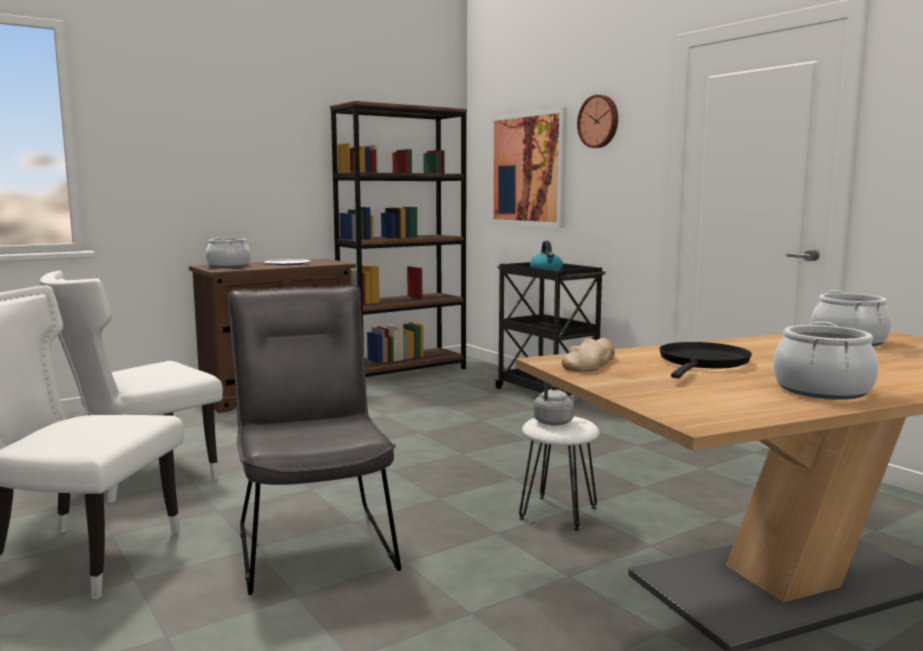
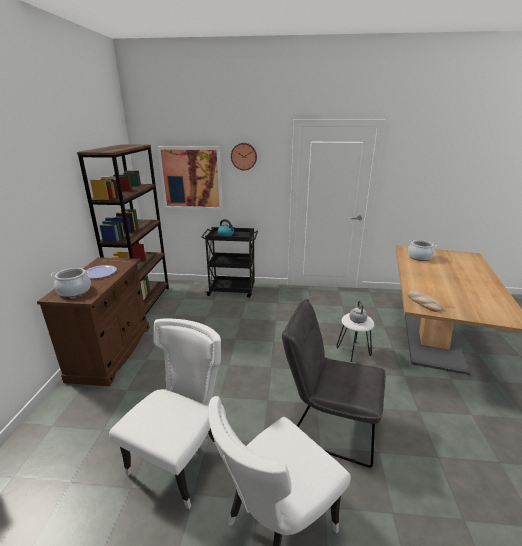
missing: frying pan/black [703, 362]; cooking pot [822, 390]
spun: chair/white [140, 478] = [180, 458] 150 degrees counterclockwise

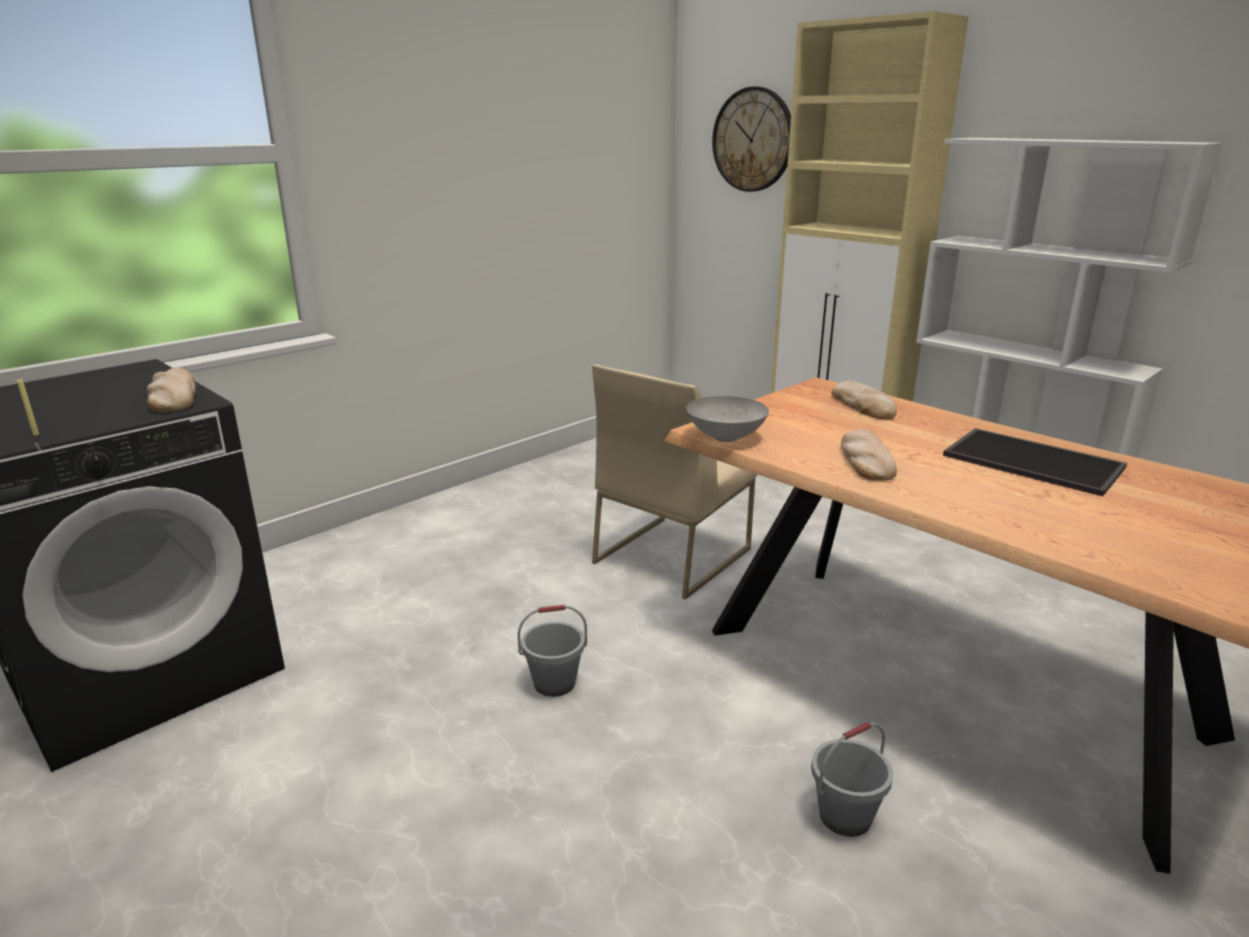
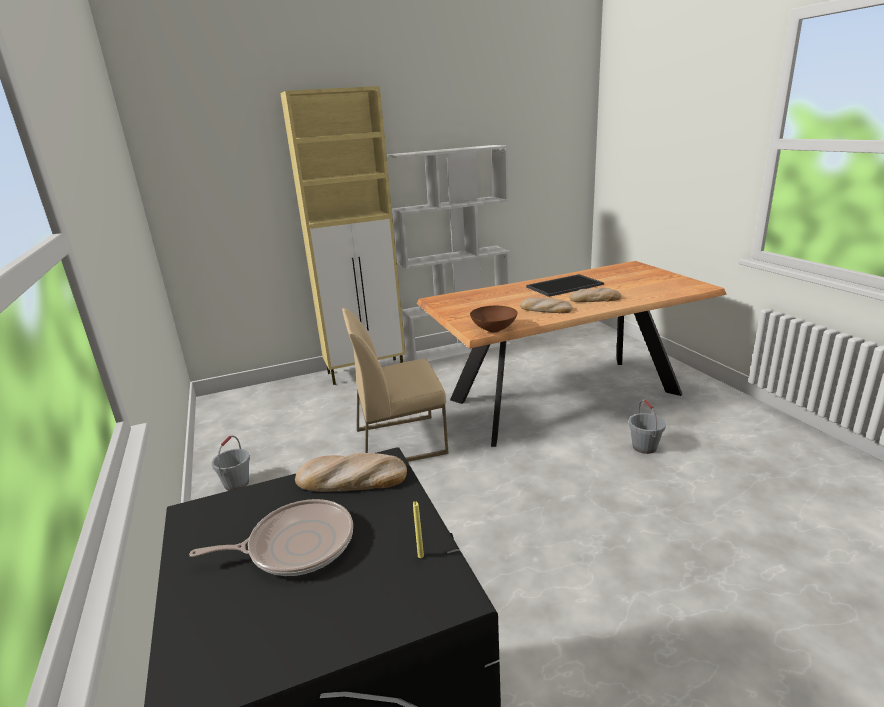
missing: wall clock [753, 140]
appeared: frying pan [296, 545]
relocated: bucket/grey [554, 683] to [236, 483]; bread [864, 406] to [595, 299]
colour: bowl/grey [726, 437] to bowl/brown [493, 329]
spun: chair/beige [672, 555] = [401, 441] 105 degrees clockwise

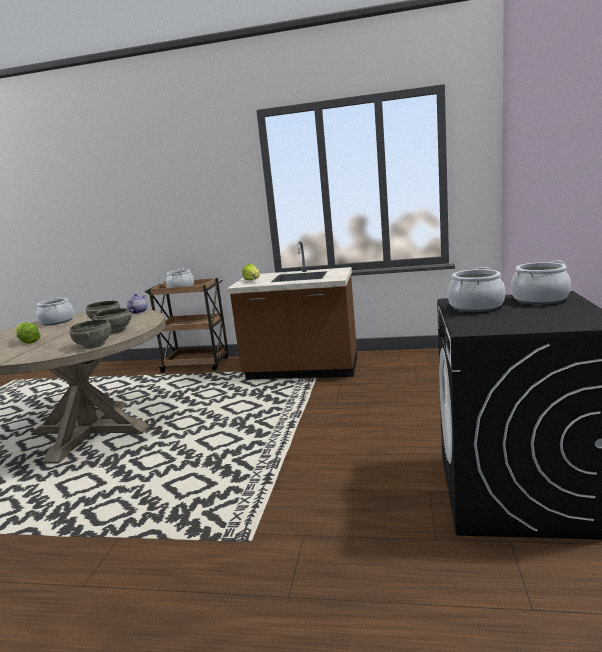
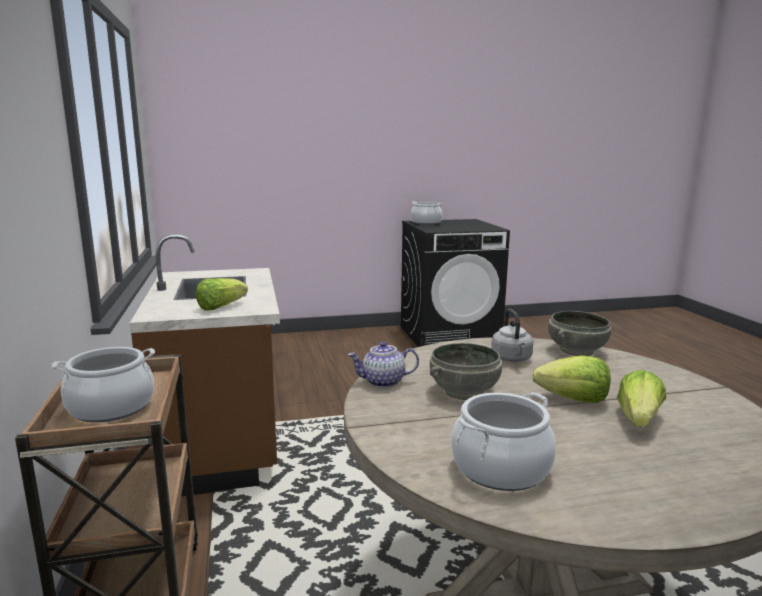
missing: cooking pot [475, 307]
appeared: lettuce [574, 399]
exchanged: bowl/grey [114, 331] to kettle/grey [512, 359]

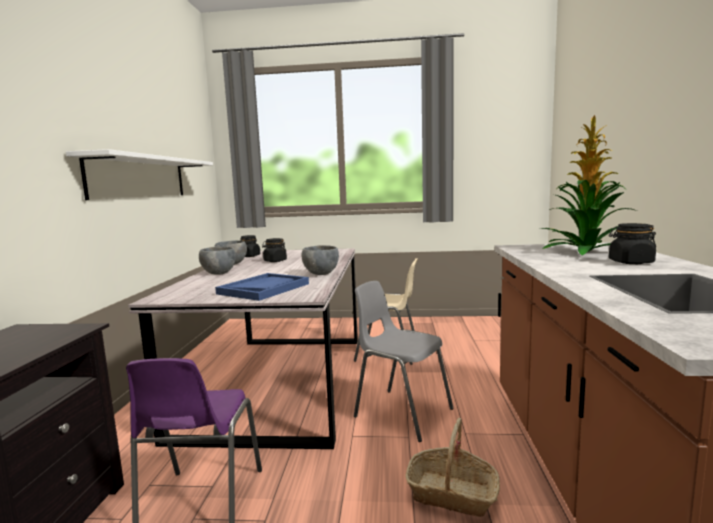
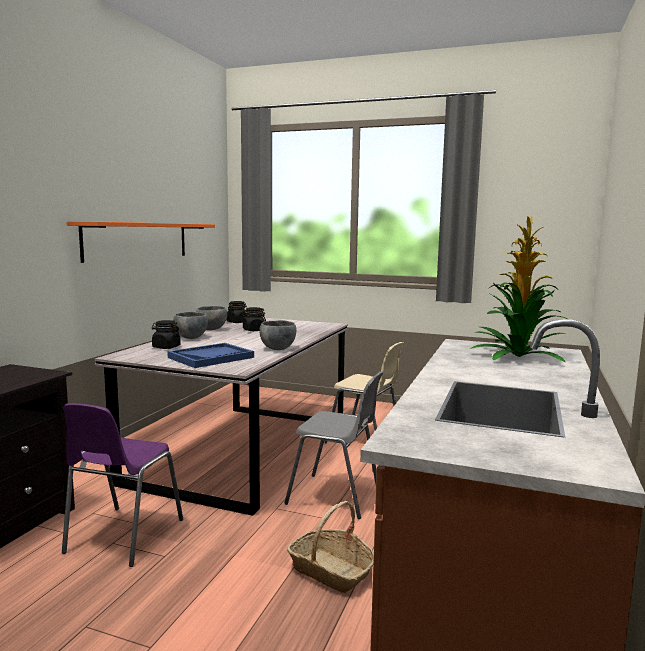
relocated: jar/black [630, 262] to [166, 347]
colour: shelf/white [140, 178] to shelf/orange [138, 240]
spun: chair/grey [401, 412] = [336, 497] 150 degrees clockwise

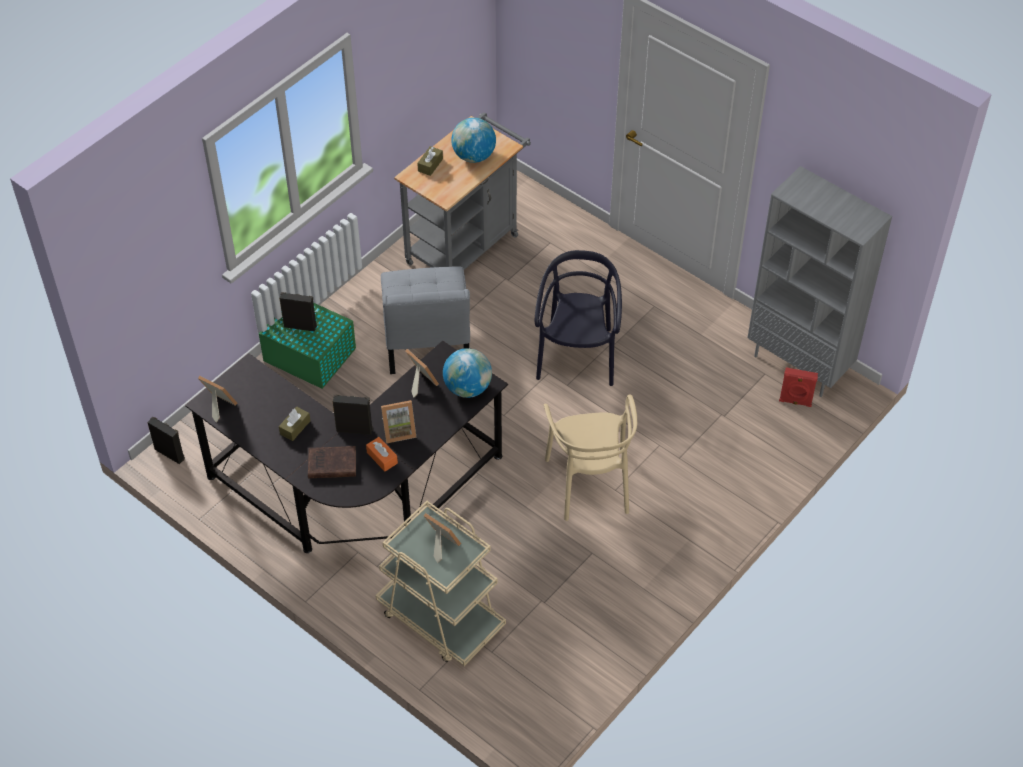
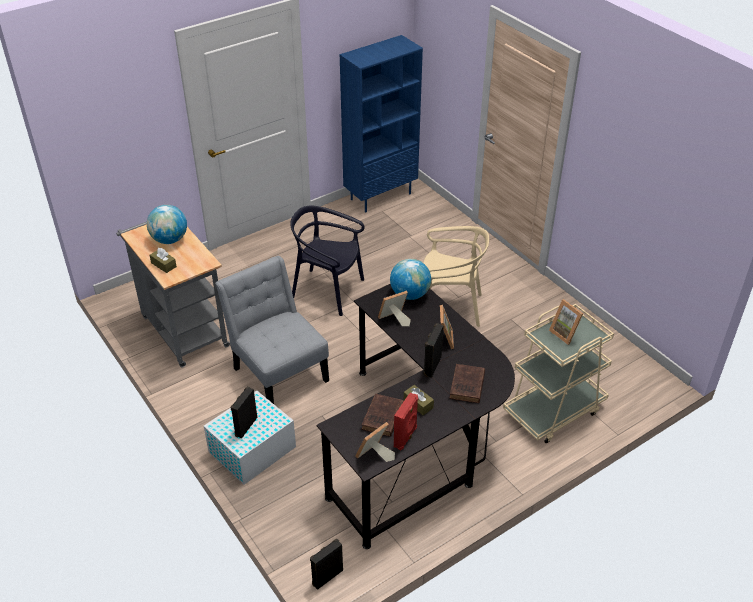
missing: tissue box/orange [382, 458]
appeared: book/brown [382, 418]
relocated: speaker/red [795, 402] to [406, 437]
colour: storage box/green [309, 354] to storage box/white [251, 450]; bookcase/grey [799, 364] to bookcase/blue [380, 196]
spun: chair/grey [427, 345] = [278, 371] 135 degrees counterclockwise; picture frame [440, 544] = [565, 333] 90 degrees counterclockwise

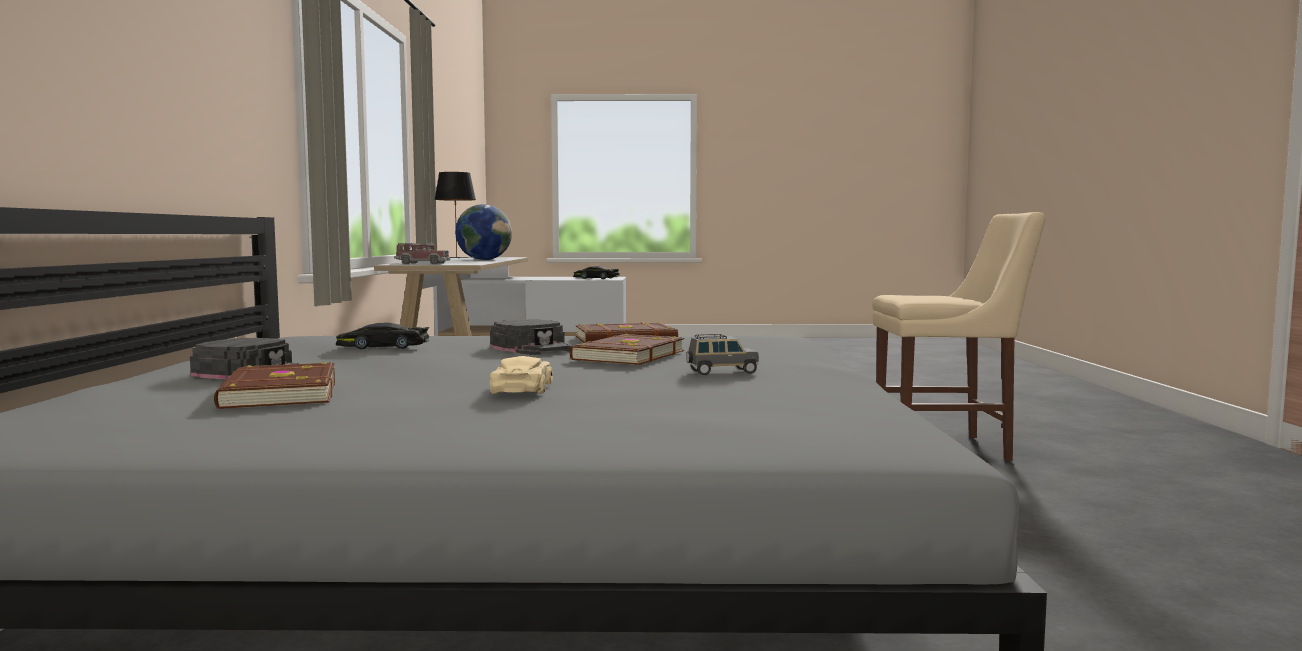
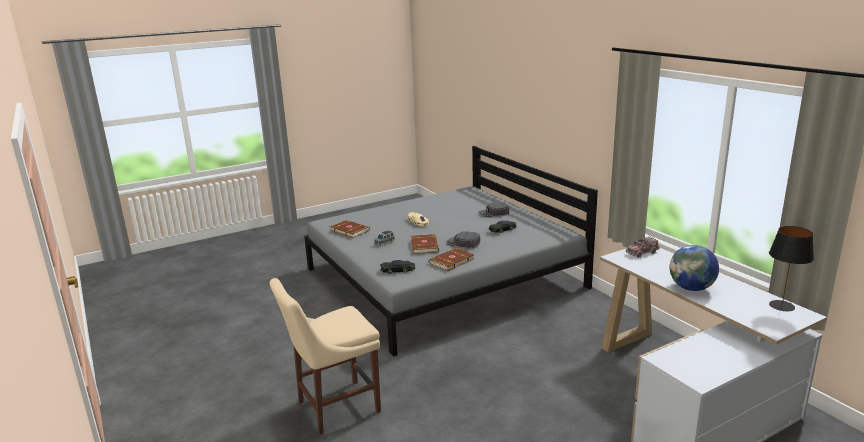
relocated: book/brown [277, 393] to [350, 230]; toy car/black [596, 278] to [398, 270]

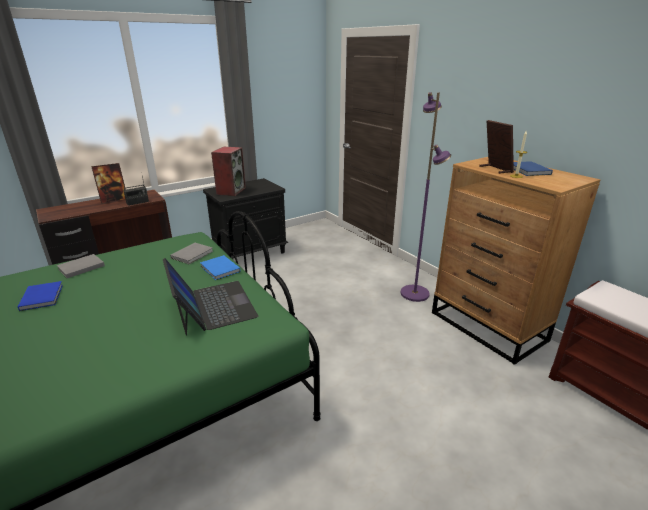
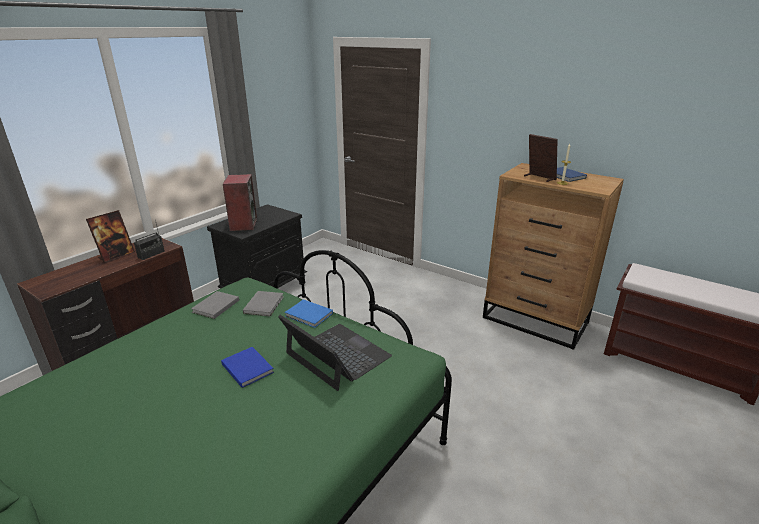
missing: floor lamp/purple [415, 293]
relocated: book/grey [80, 267] to [214, 306]; book/blue [43, 296] to [247, 367]

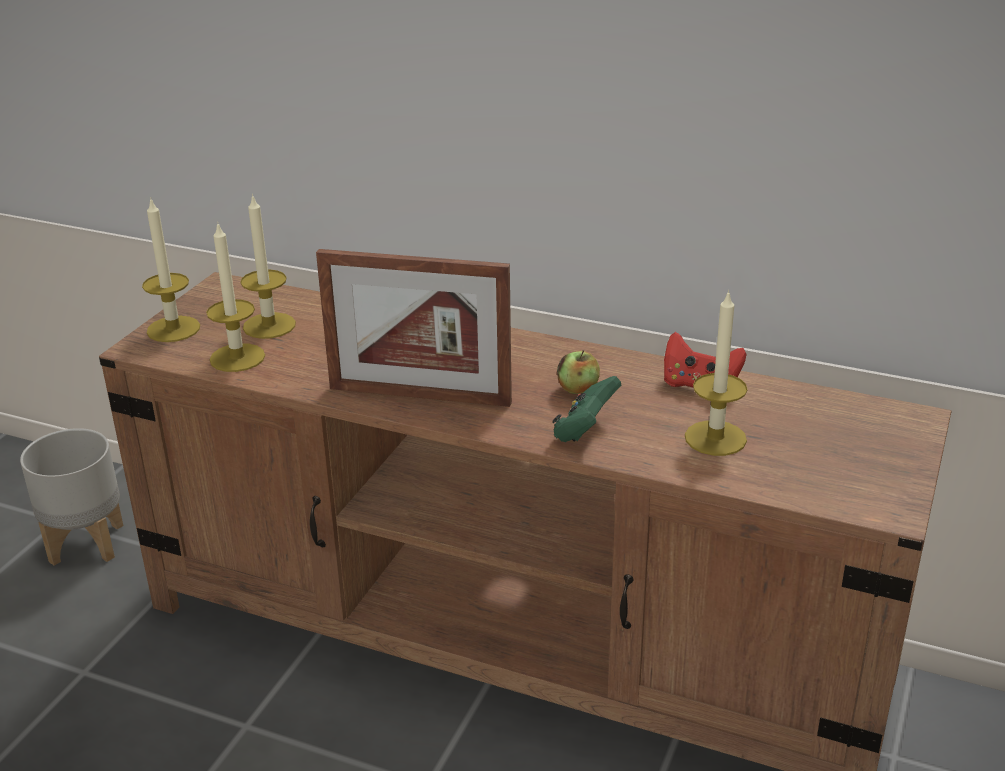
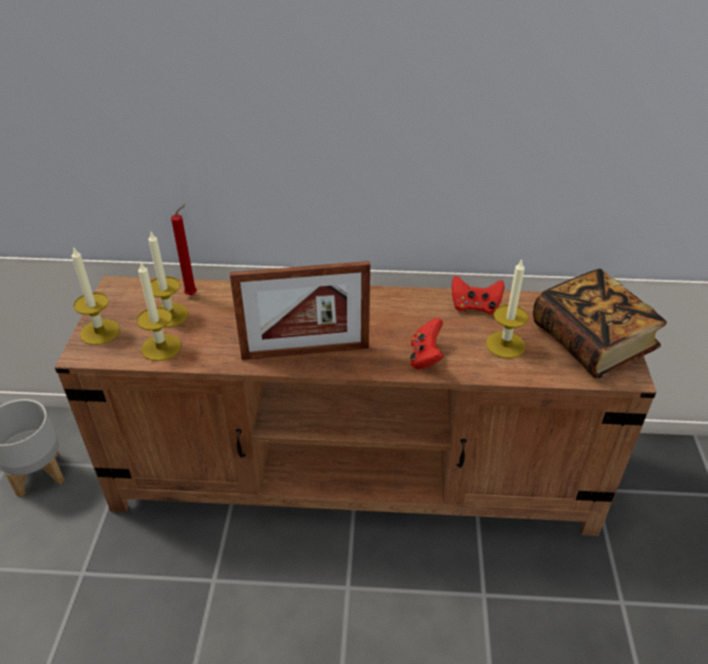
missing: apple [578, 389]
appeared: candle/red [193, 294]; book [591, 341]
colour: game controller/green [585, 431] to game controller/red [425, 357]

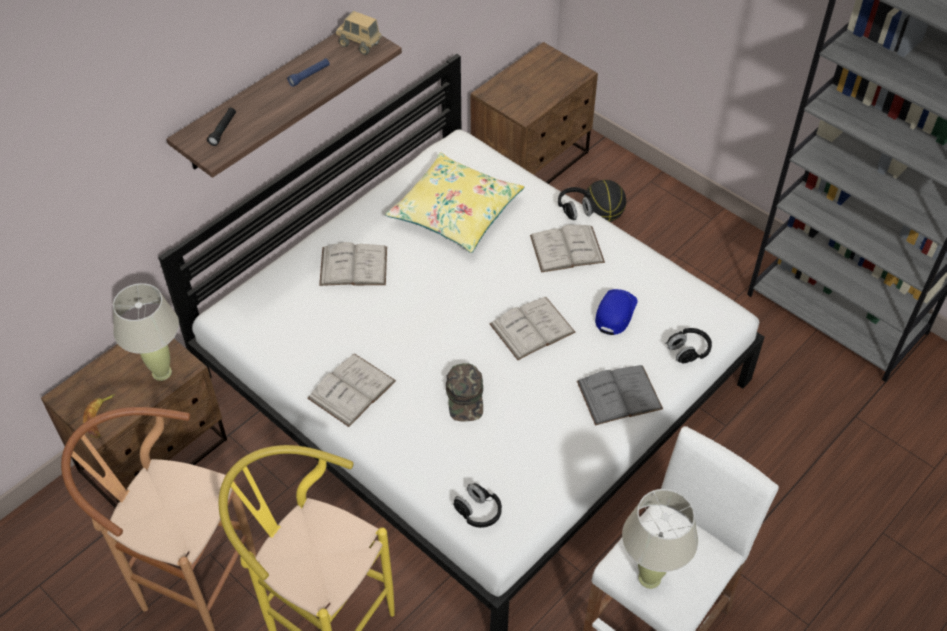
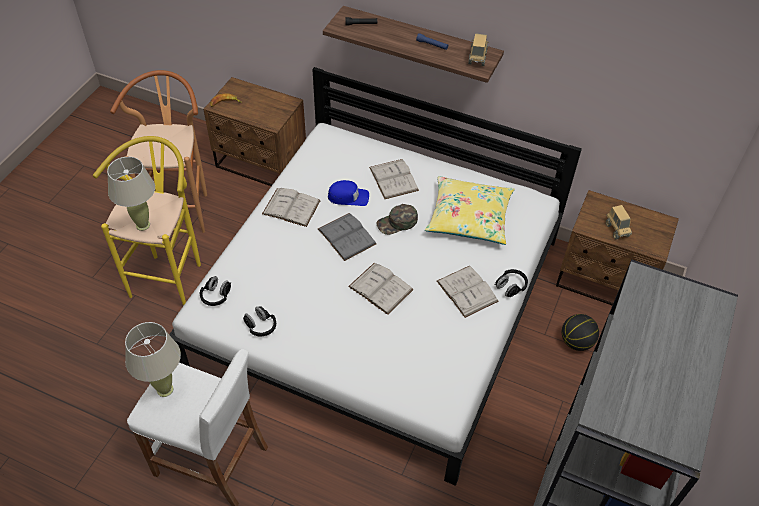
appeared: toy truck [616, 230]
relocated: table lamp/beige [161, 373] to [142, 225]; headphones/black [688, 351] to [261, 326]; book/grey [619, 395] to [347, 236]; cap/blue [615, 312] to [348, 197]; cap/green [465, 397] to [397, 223]

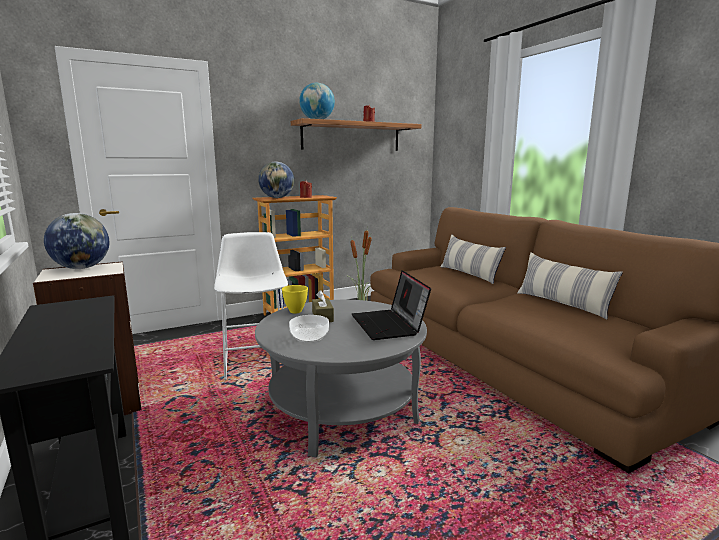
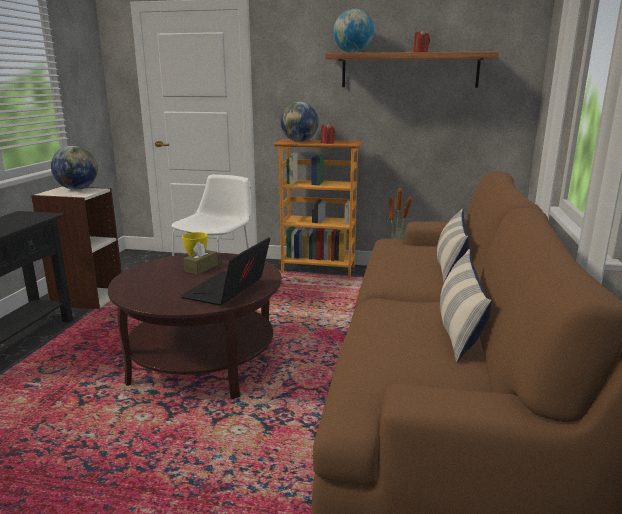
missing: bowl [309, 337]
colour: coffee table/grey [342, 410] to coffee table/brown [203, 362]

